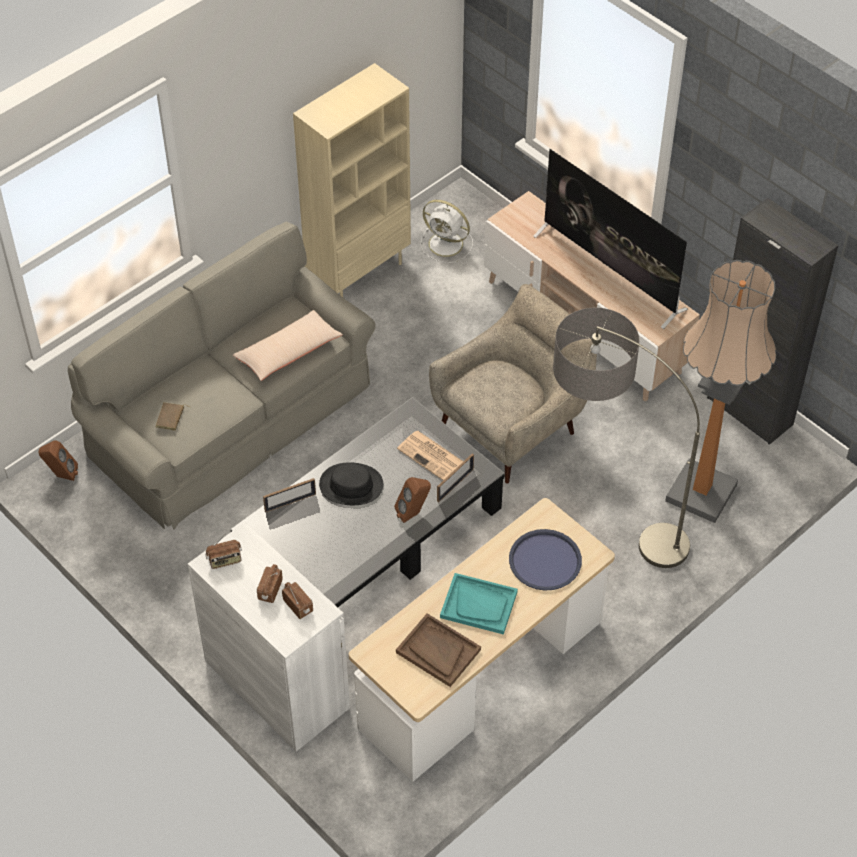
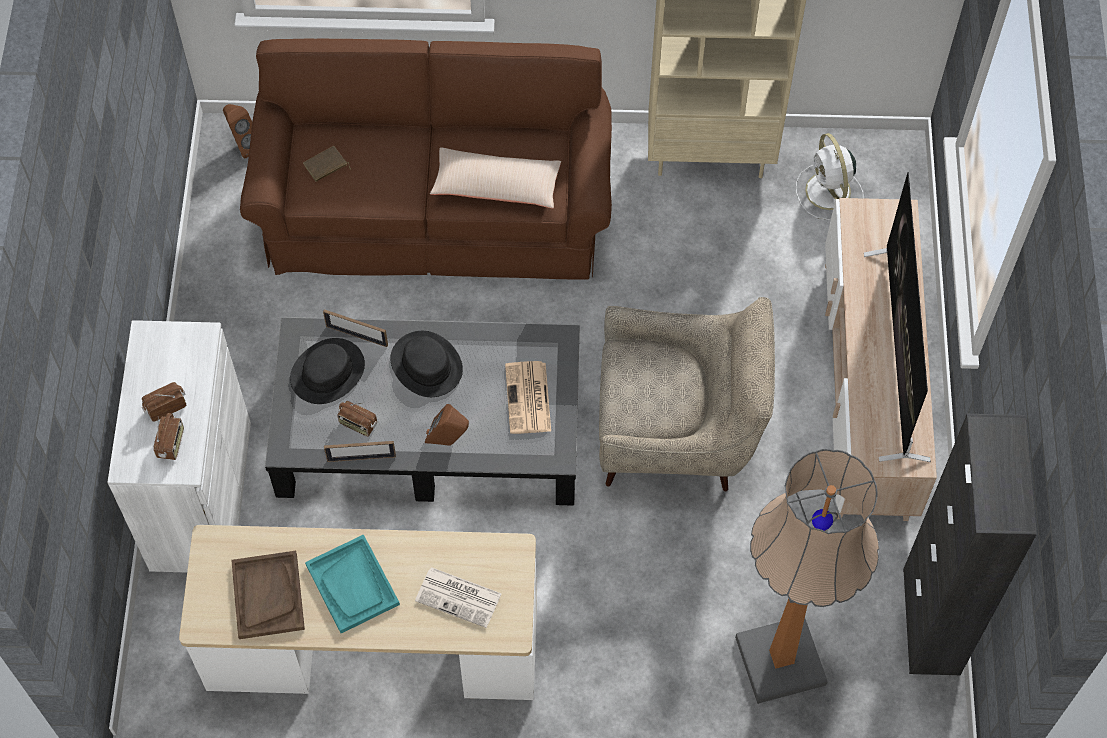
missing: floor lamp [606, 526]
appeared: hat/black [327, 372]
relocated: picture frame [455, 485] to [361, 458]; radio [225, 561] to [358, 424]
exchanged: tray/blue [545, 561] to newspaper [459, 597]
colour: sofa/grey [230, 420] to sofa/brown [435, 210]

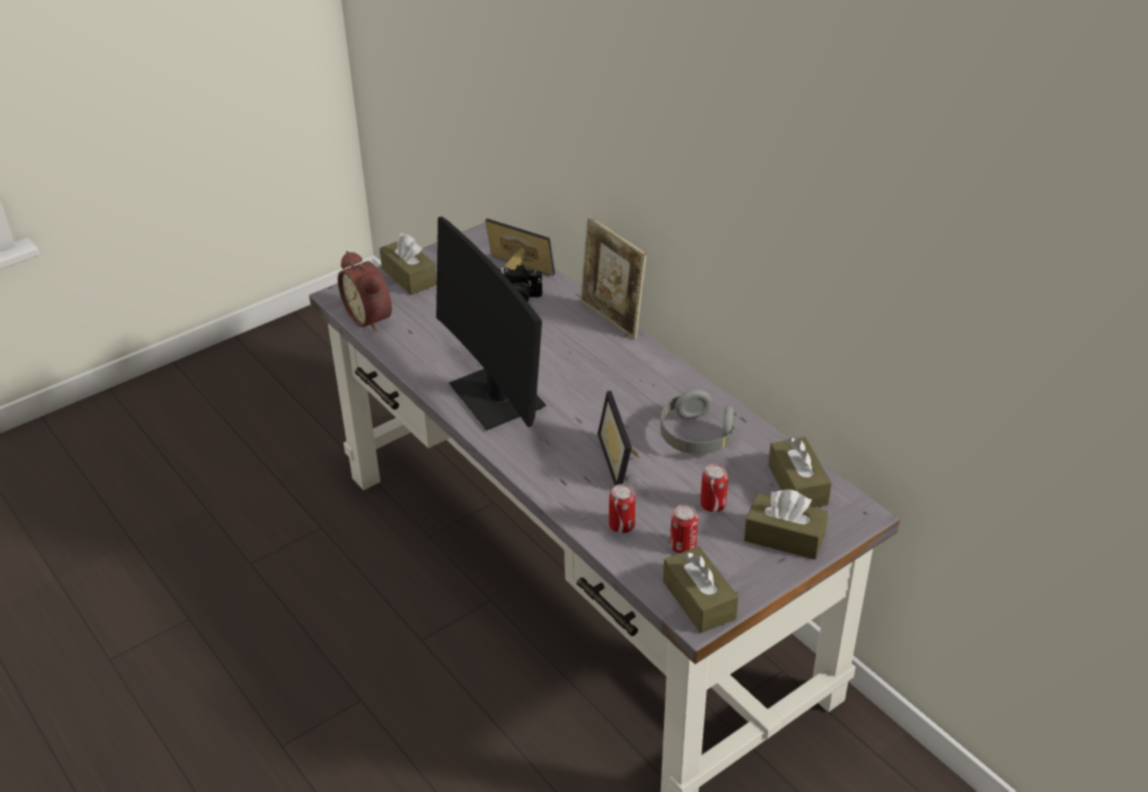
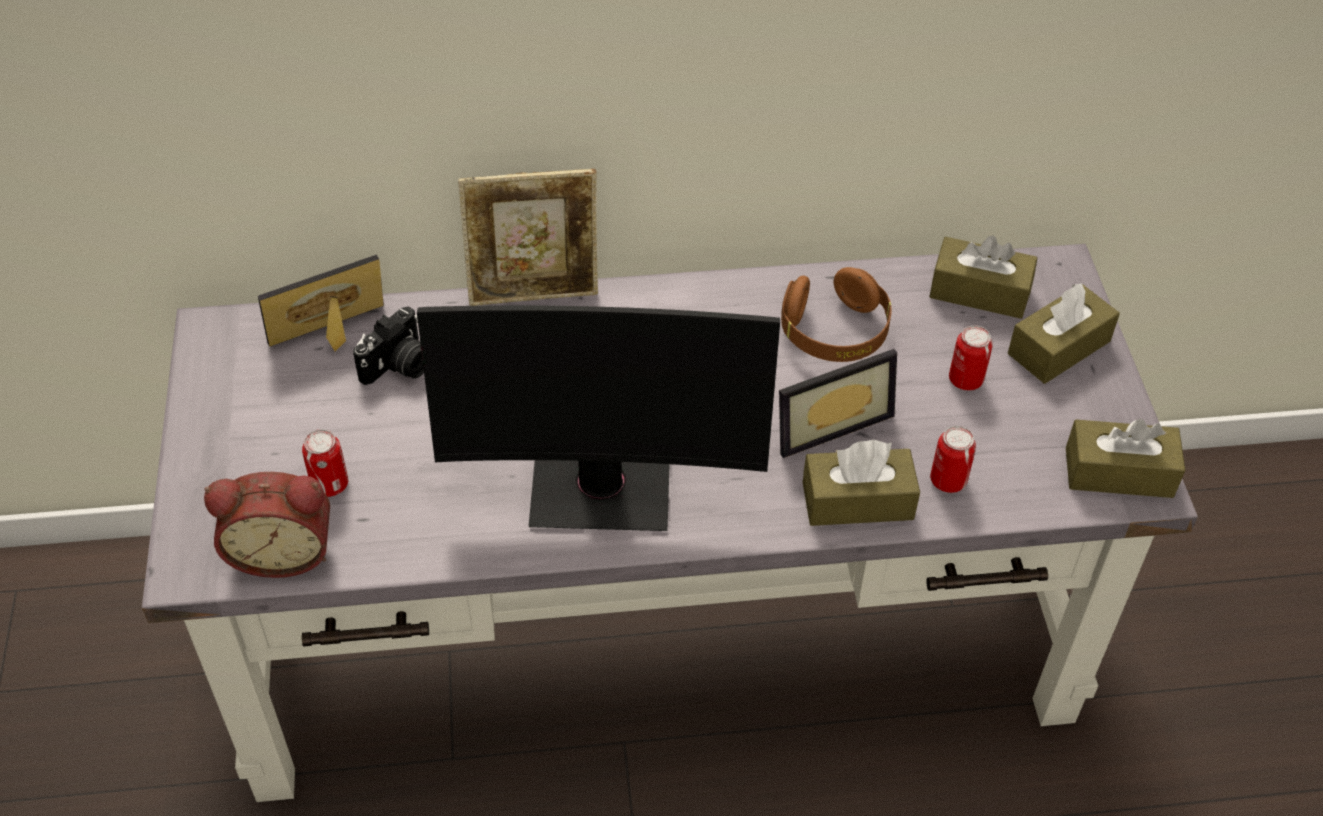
relocated: can [683, 546] to [330, 484]; tissue box/brown [409, 276] to [857, 501]
colour: headphones/grey [696, 437] to headphones/brown [834, 333]
spun: picture frame [623, 460] = [827, 421] 45 degrees counterclockwise

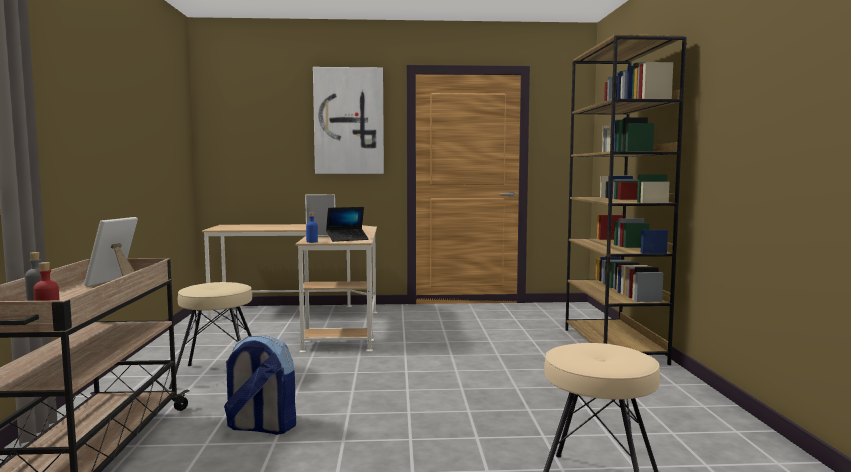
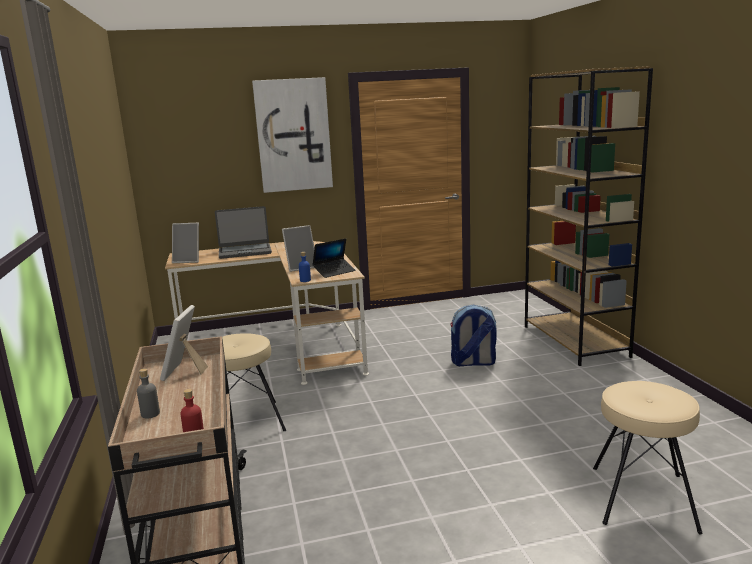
appeared: picture frame [189, 260]; laptop [245, 252]
relocated: backpack [260, 427] to [473, 362]

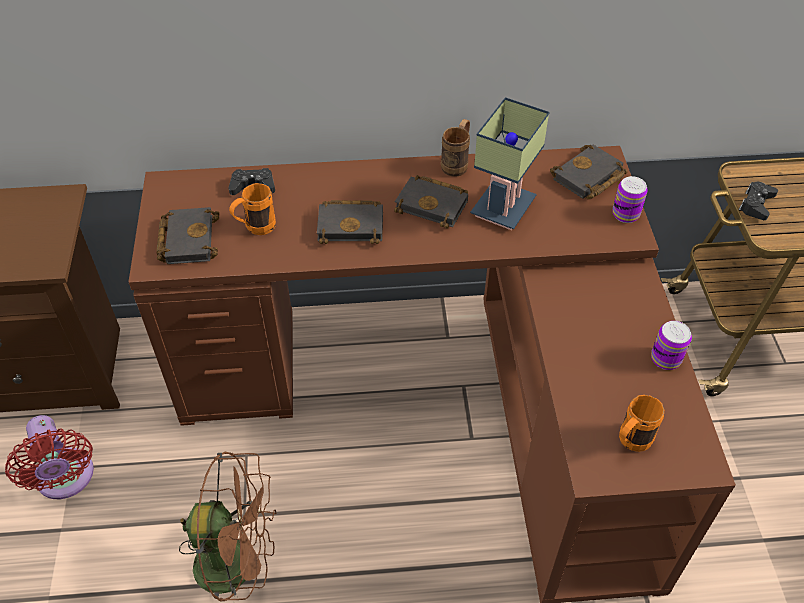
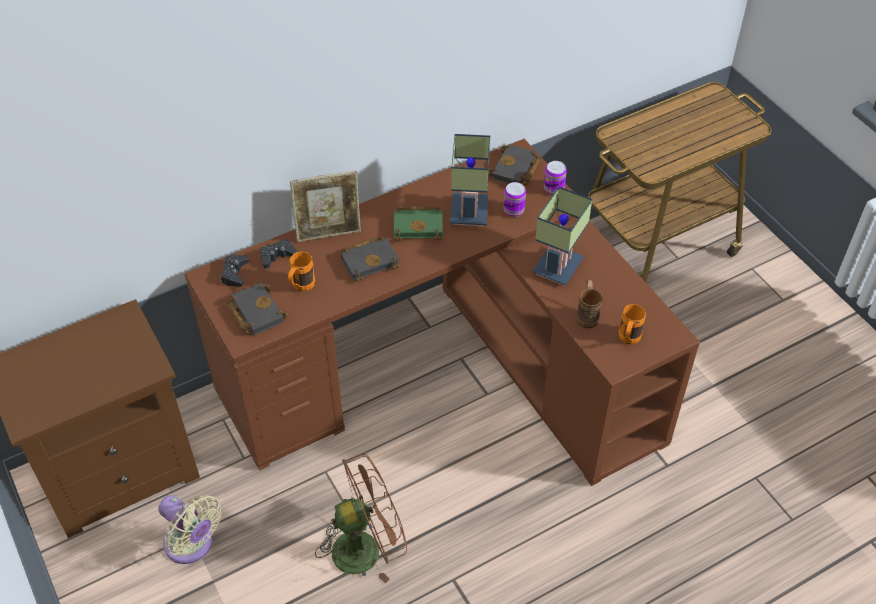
appeared: picture frame [329, 234]; table lamp [559, 269]
relocated: game controller/black [756, 204] to [234, 273]; can [665, 359] to [513, 210]; mug/brown [457, 163] to [587, 315]
colour: fan/red [66, 479] to fan/beige [192, 545]; book/black [434, 205] to book/green [419, 226]

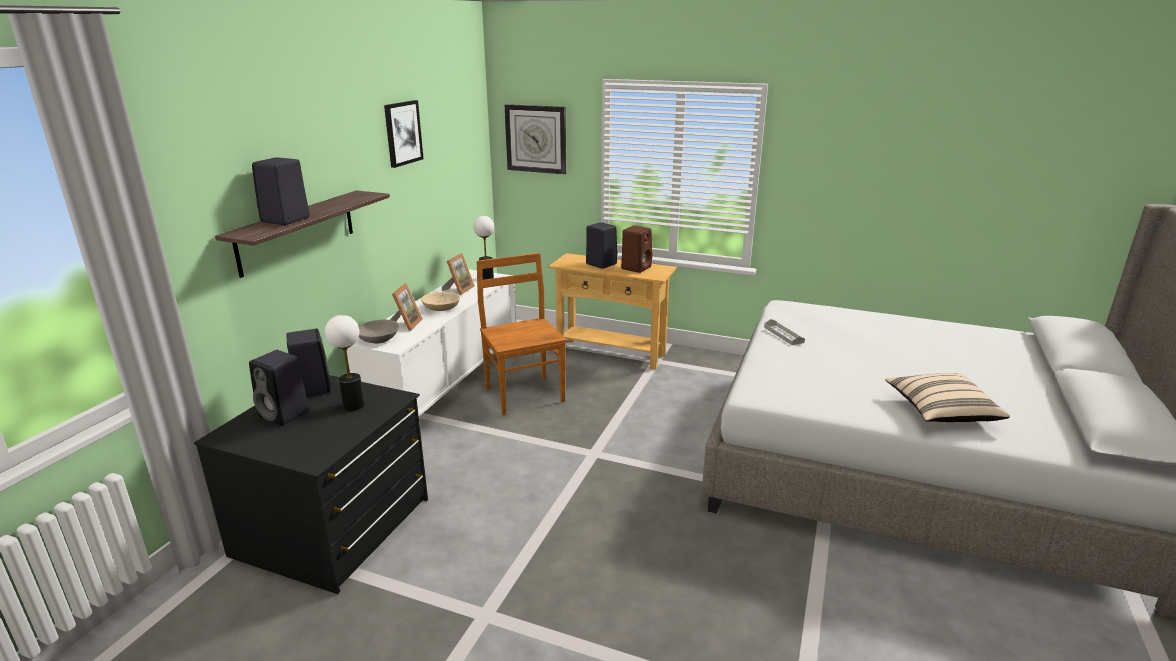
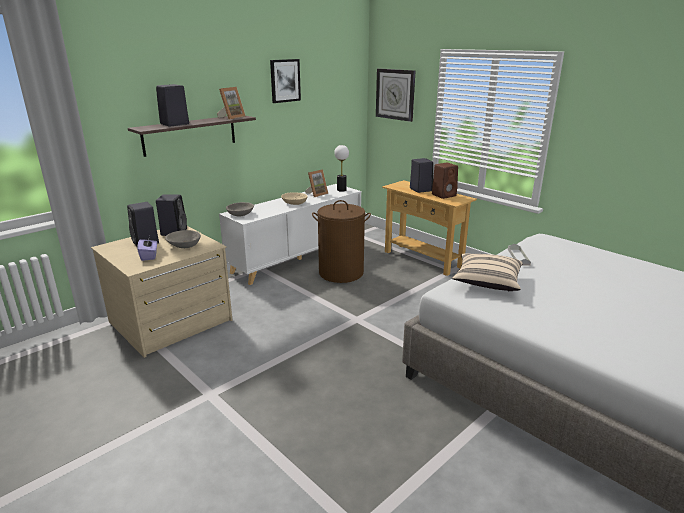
appeared: tissue box/purple [149, 256]
relocated: picture frame [405, 324] to [231, 117]; pillow/beige [940, 412] to [487, 282]
exchanged: table lamp [353, 405] to bowl/grey [184, 245]; chair/brown [524, 394] to laundry basket/brown [341, 273]
colour: dresser/black [335, 527] to dresser/beige [171, 322]

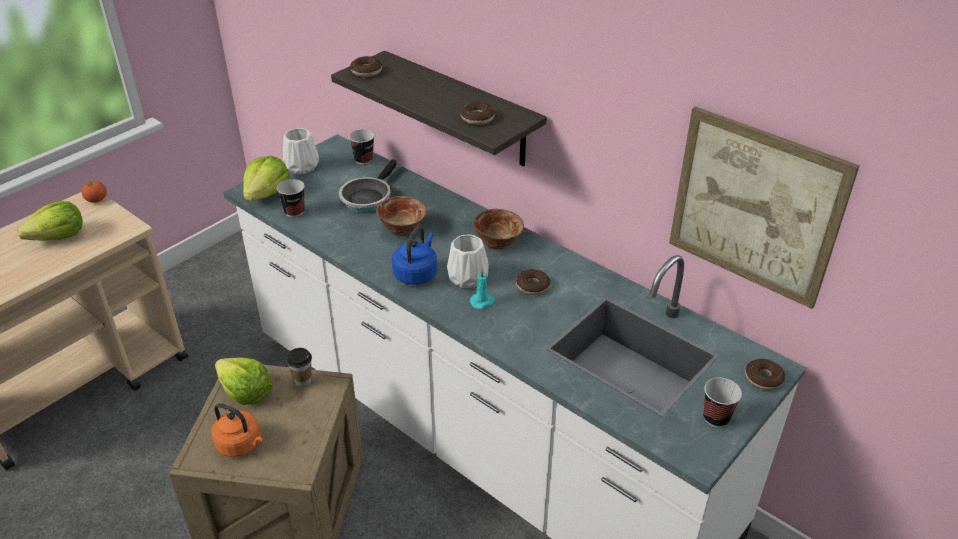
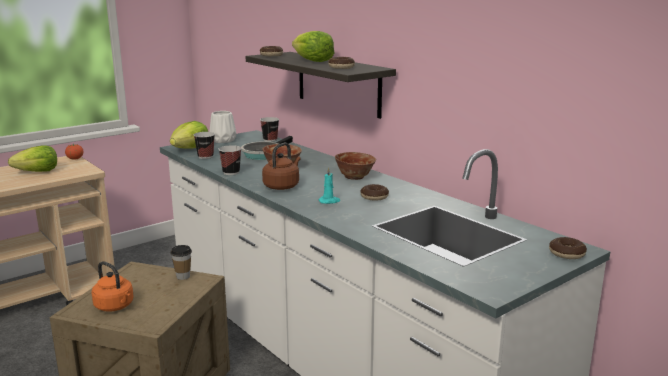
missing: vase/white [467, 277]; picture [755, 207]
relocated: cup [716, 418] to [231, 172]; lettuce [245, 392] to [312, 61]
colour: kettle/blue [416, 273] to kettle/brown [282, 186]

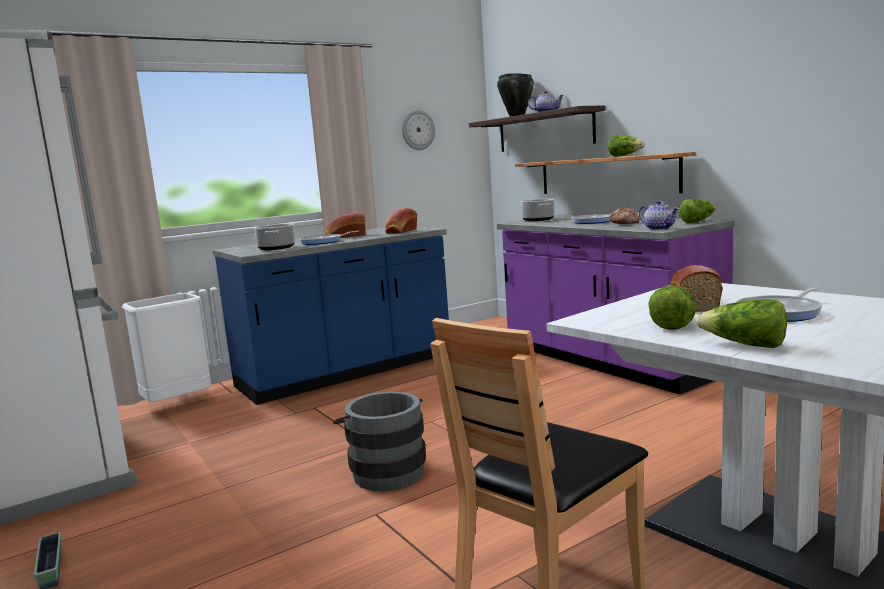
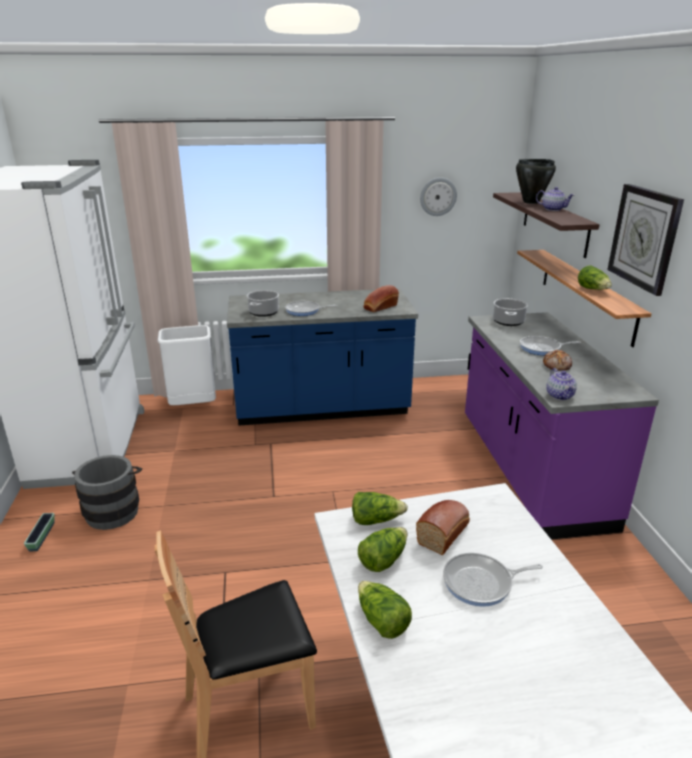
missing: bread [346, 236]
appeared: wall clock [644, 237]
relocated: bucket/grey [385, 471] to [113, 509]; lettuce [697, 221] to [376, 520]

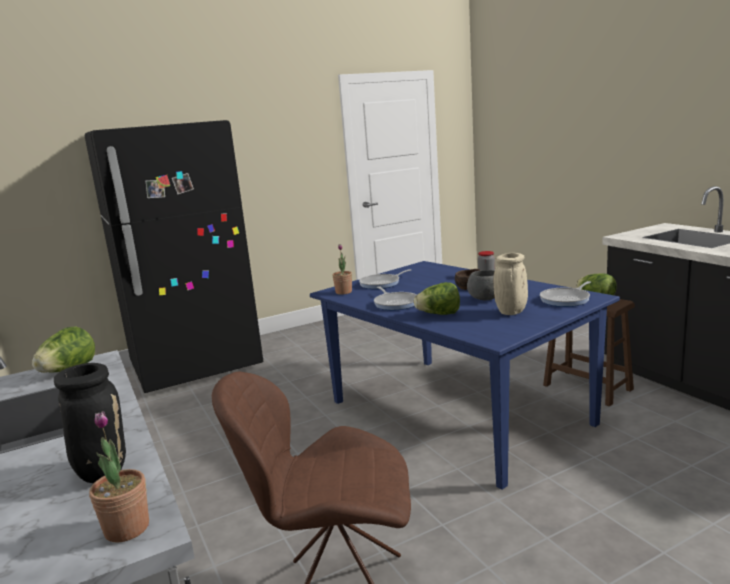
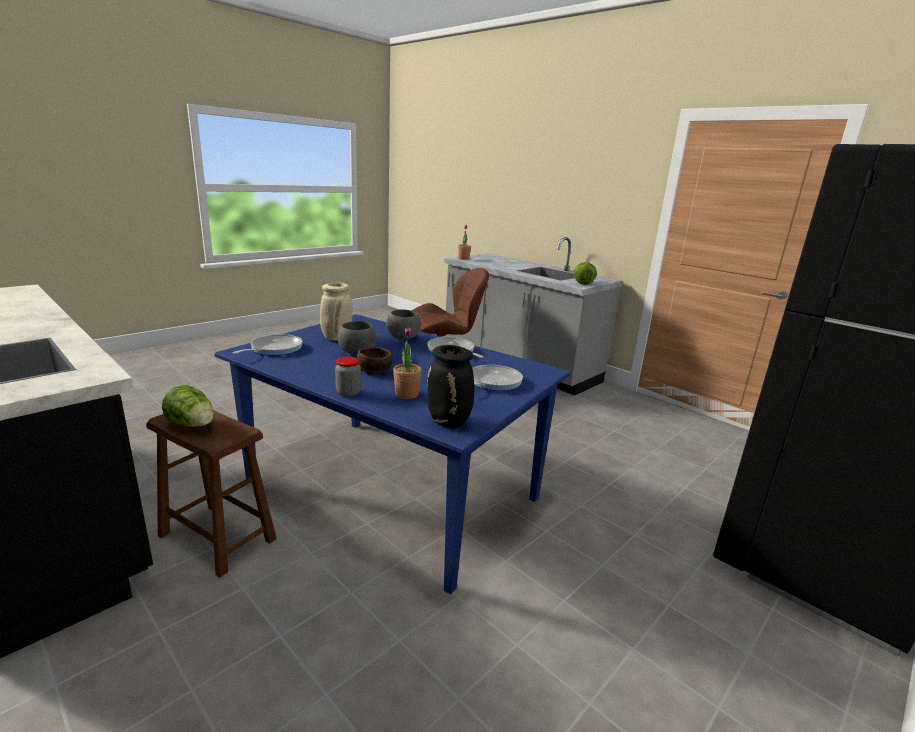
relocated: potted plant [343, 292] to [406, 394]; vase/black [101, 472] to [450, 423]
exchanged: lettuce [439, 314] to bowl/grey [402, 338]

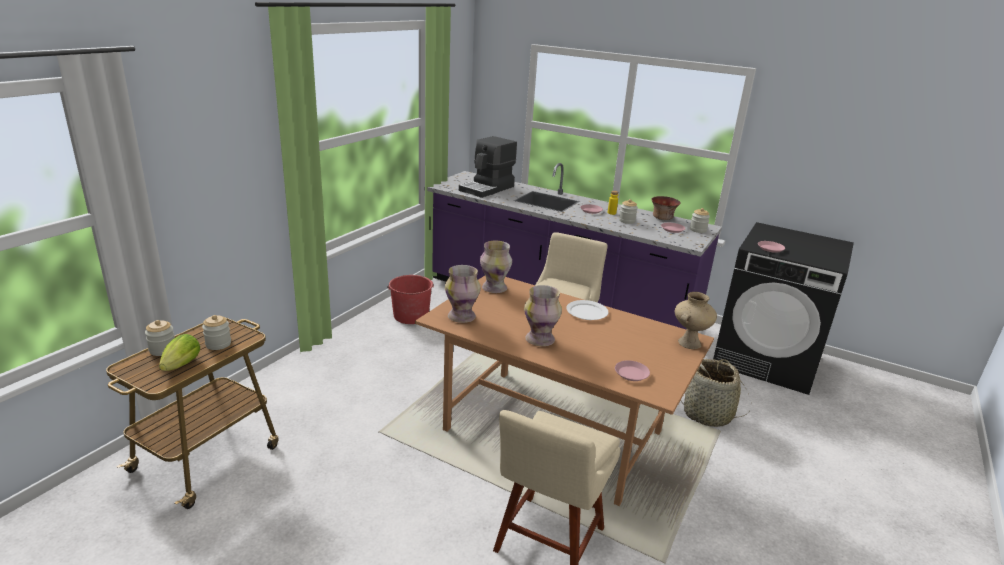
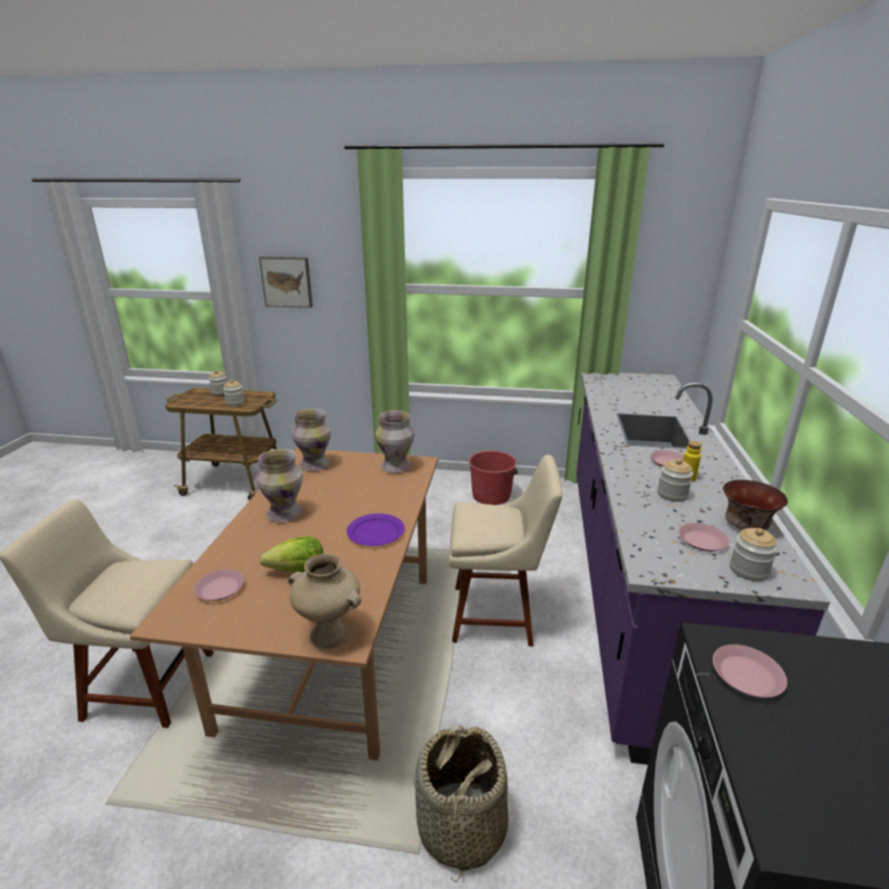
missing: coffee machine [487, 188]
appeared: picture [287, 281]
relocated: lettuce [182, 365] to [298, 570]
colour: plate/white [586, 312] to plate/purple [376, 532]

